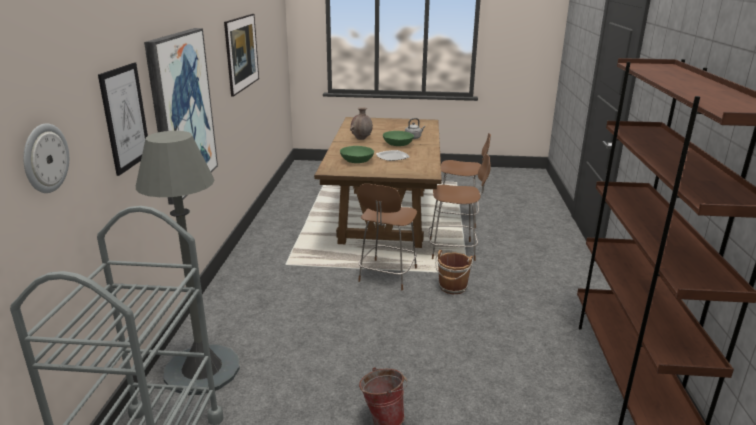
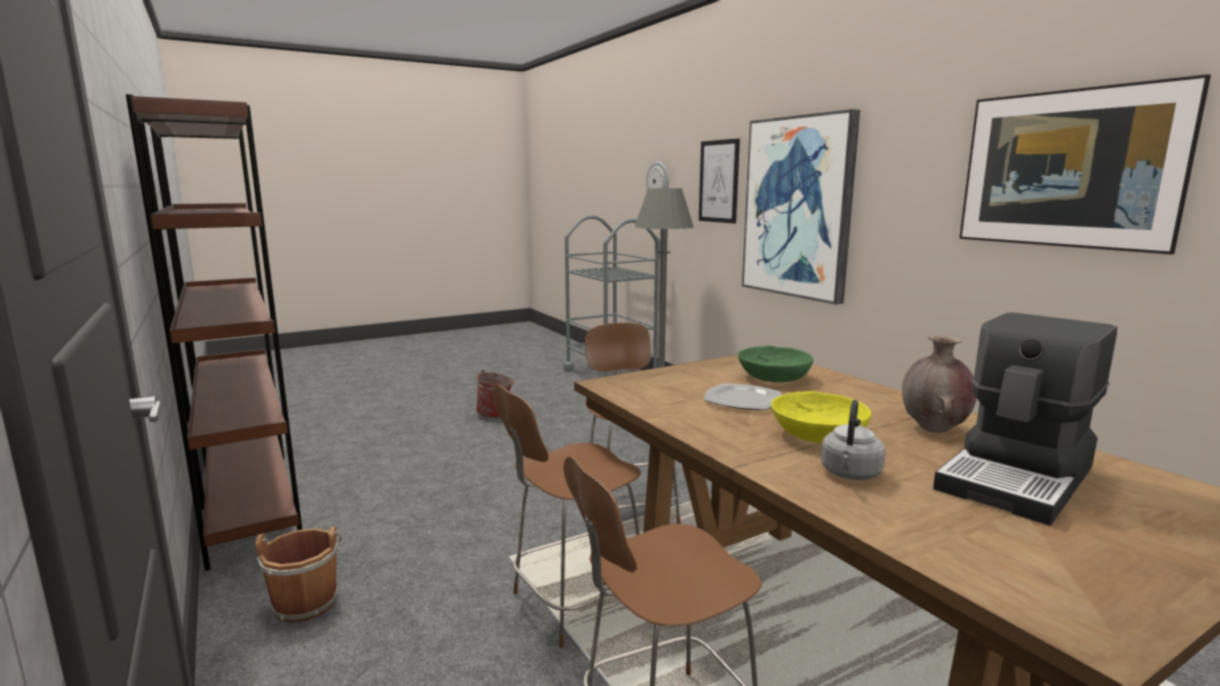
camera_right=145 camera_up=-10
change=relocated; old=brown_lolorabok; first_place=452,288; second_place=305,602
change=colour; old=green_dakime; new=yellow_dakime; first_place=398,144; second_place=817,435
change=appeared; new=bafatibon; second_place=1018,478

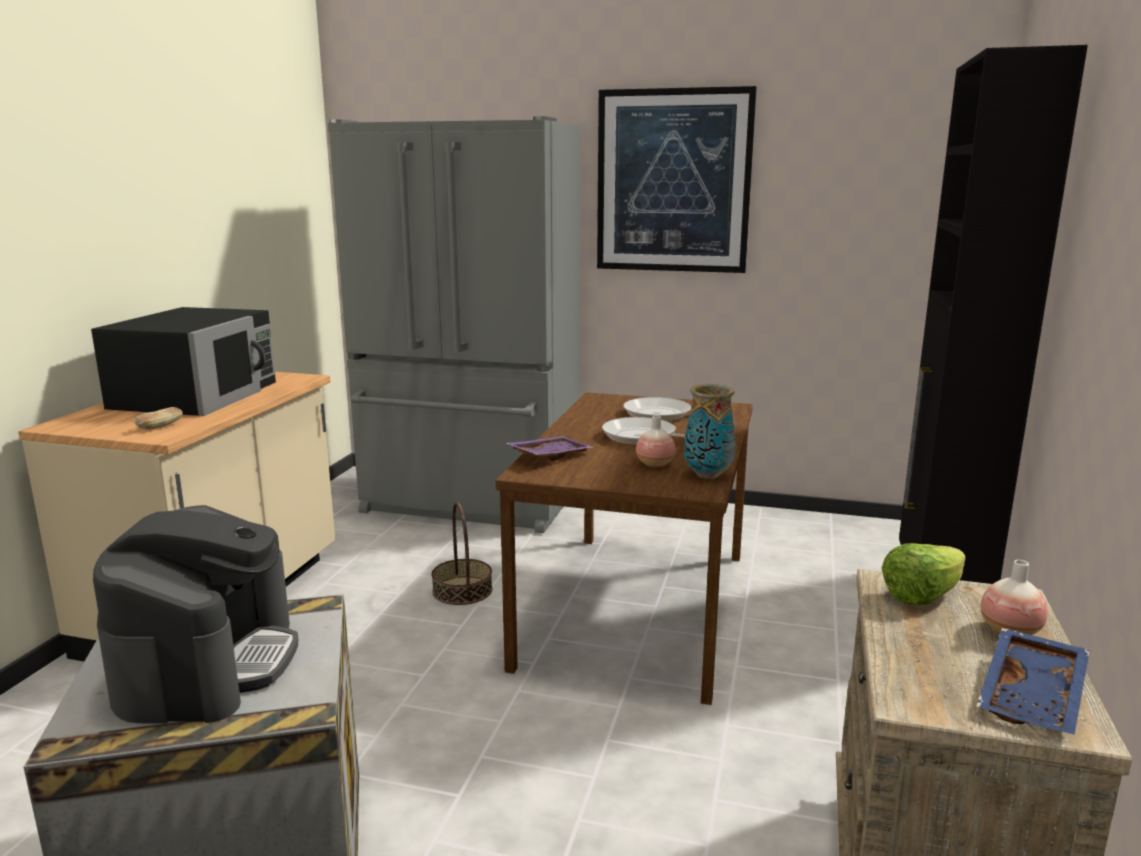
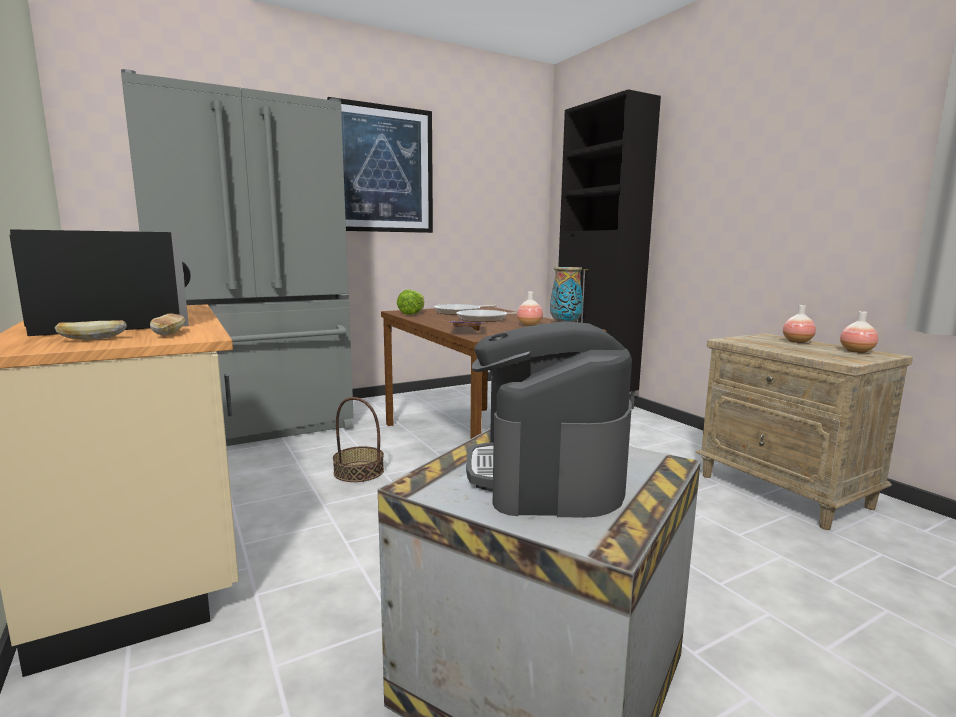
camera_right=-45 camera_up=-5
change=appeared; new=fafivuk; second_place=93,339
change=relocated; old=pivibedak; first_place=922,595; second_place=412,313
change=spun; old=bafatibon; first_place=208,663; second_place=546,473; degrees=-135
change=exchanged; old=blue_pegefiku; new=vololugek; first_place=1035,696; second_place=856,351

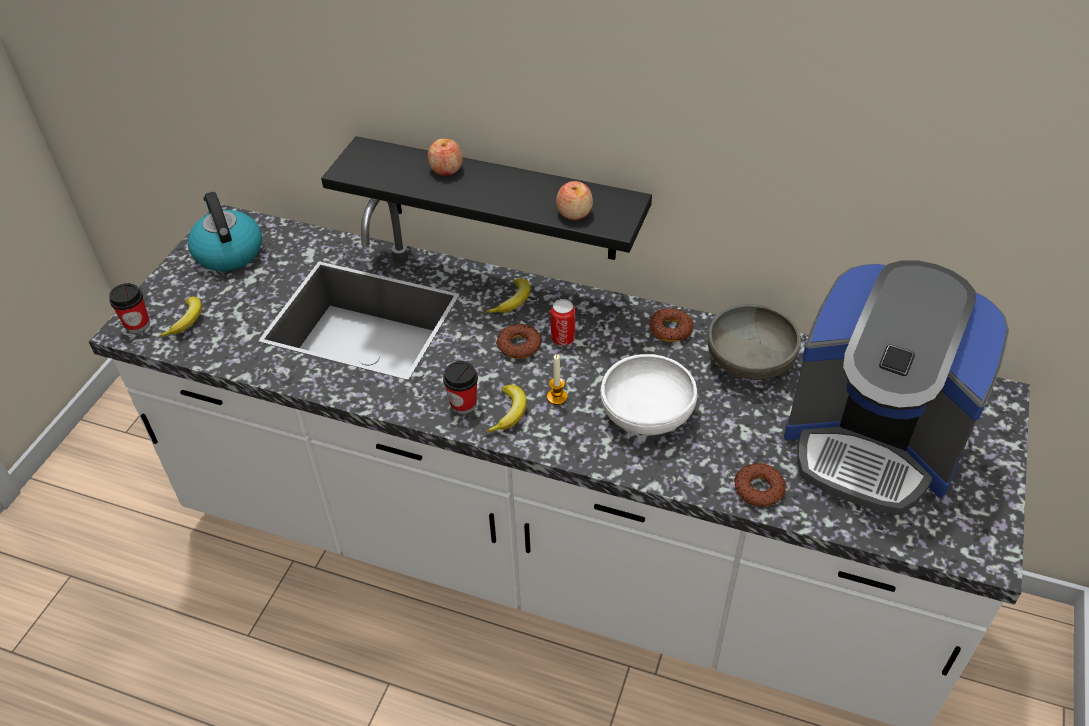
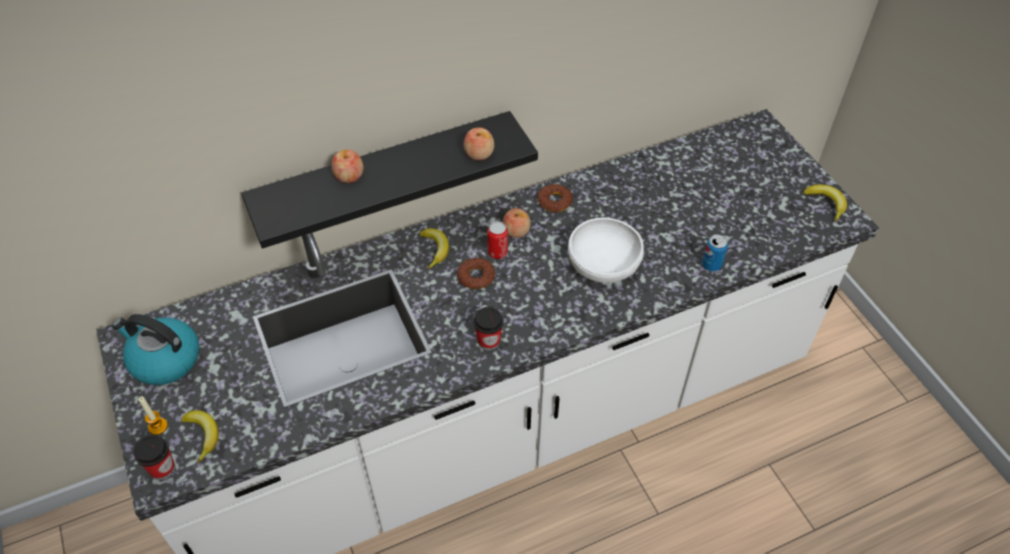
camera_right=-45 camera_up=5
change=relocated; old=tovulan; first_place=557,397; second_place=158,426
change=appeared; new=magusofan; second_place=516,231
change=exchanged; old=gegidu; new=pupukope; first_place=758,489; second_place=711,265
change=relocated; old=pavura; first_place=509,413; second_place=826,203
change=missing; old=grey_dakime; first_place=750,361
change=missing; old=bafatibon; first_place=872,443

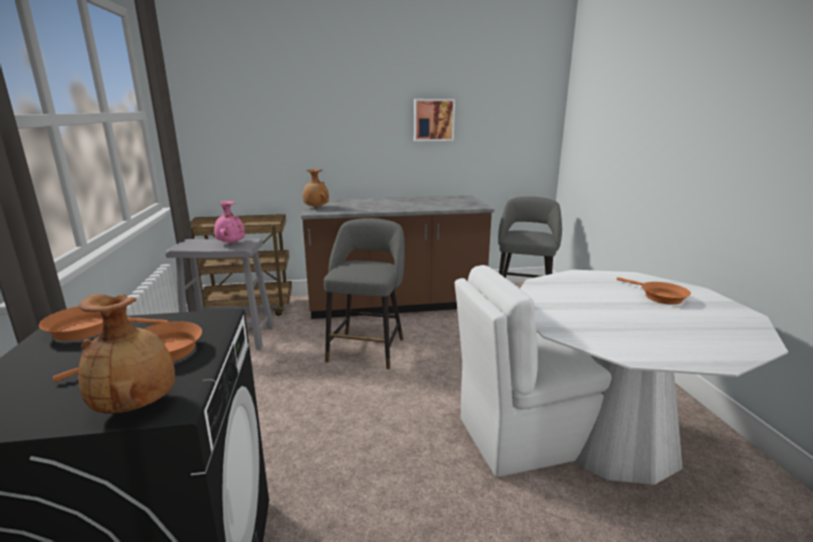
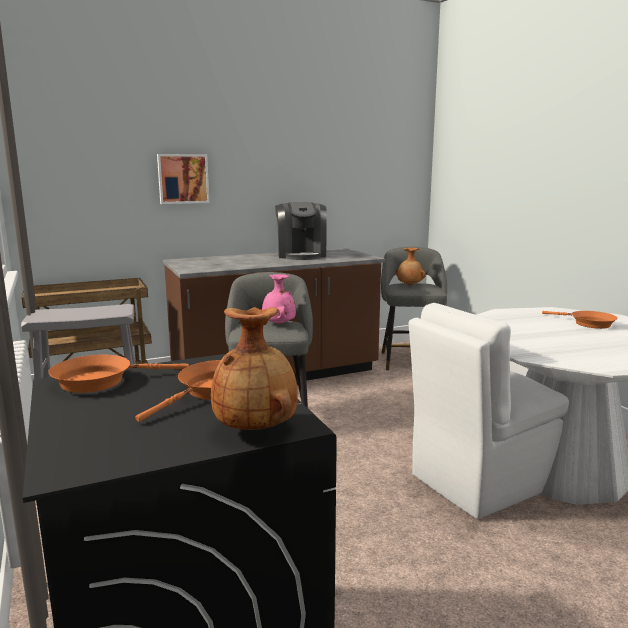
camera_right=-15 camera_up=-5
change=relocated; old=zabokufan; first_place=433,120; second_place=183,178
change=relocated; old=pink_vololugek; first_place=230,243; second_place=278,324
change=appeared; new=bafatibon; second_place=301,255
change=relocated; old=brown_vololugek; first_place=316,207; second_place=409,285

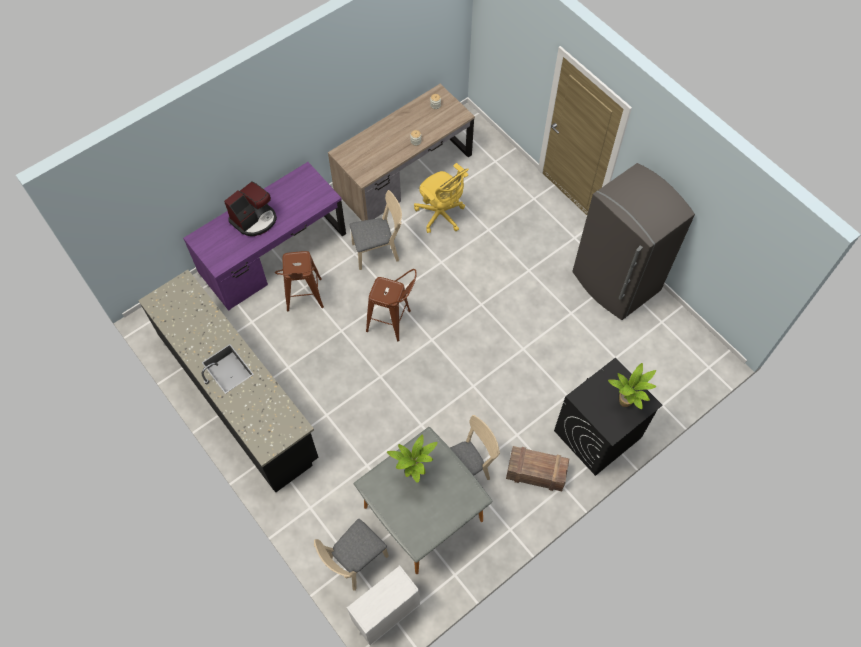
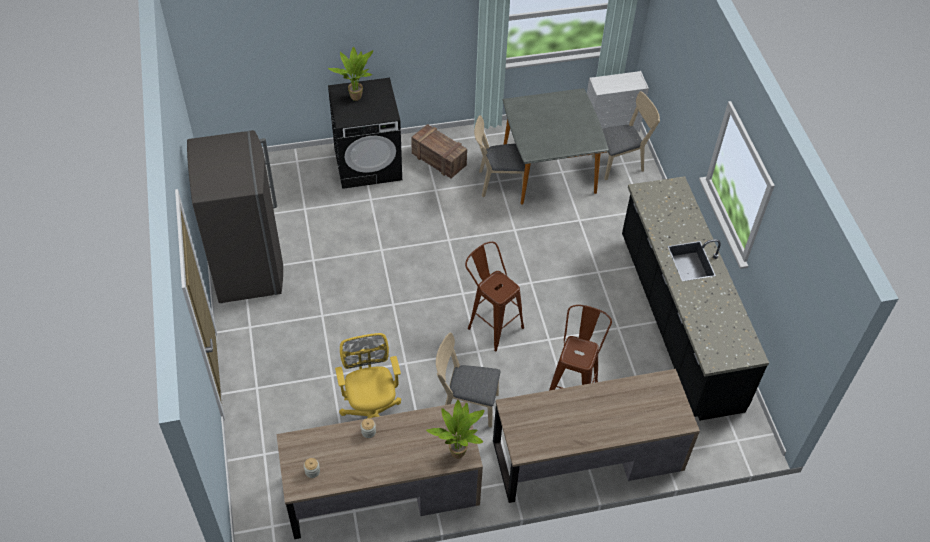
camera_right=-155 camera_up=-10
change=relocated; old=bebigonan; first_place=414,473; second_place=457,451
change=colour; old=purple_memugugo; new=brown_memugugo; first_place=273,253; second_place=587,455
change=missing; old=bafatibon; first_place=254,219

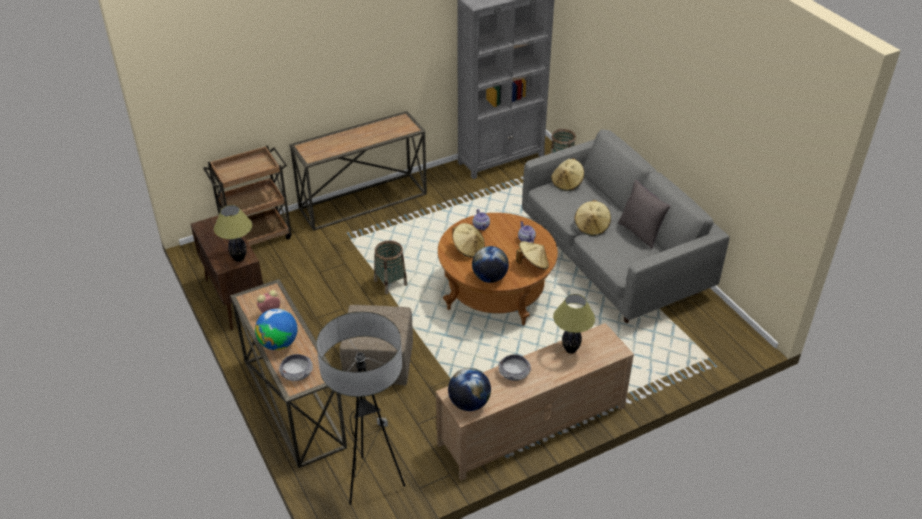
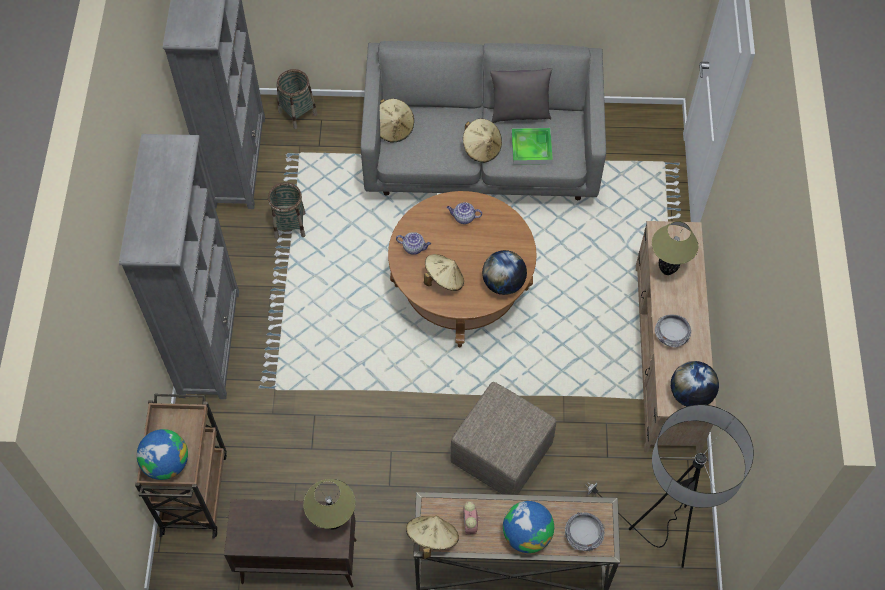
camera_right=-60 camera_up=20
change=exchanged; old=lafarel; new=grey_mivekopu; first_place=363,200; second_place=209,342
change=appeared; new=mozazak; second_place=166,463
change=relocated; old=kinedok; first_place=390,282; second_place=290,225
change=relocated; old=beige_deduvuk; first_place=533,264; second_place=432,538
change=appeared; new=pegefiku; second_place=531,148

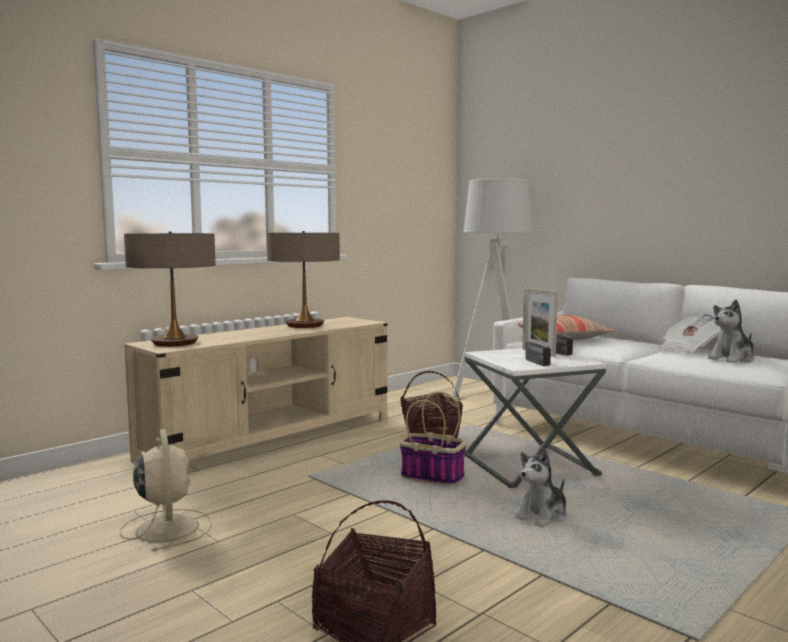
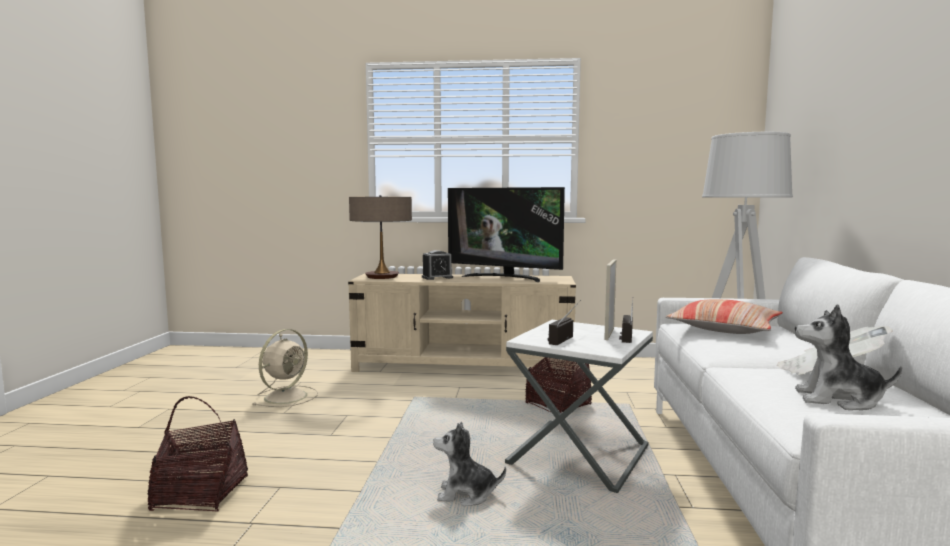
camera_right=50 camera_up=0
change=appeared; new=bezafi; second_place=437,277
change=exchanged; old=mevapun; new=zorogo; first_place=304,325; second_place=505,277
change=missing; old=kinedok; first_place=430,477

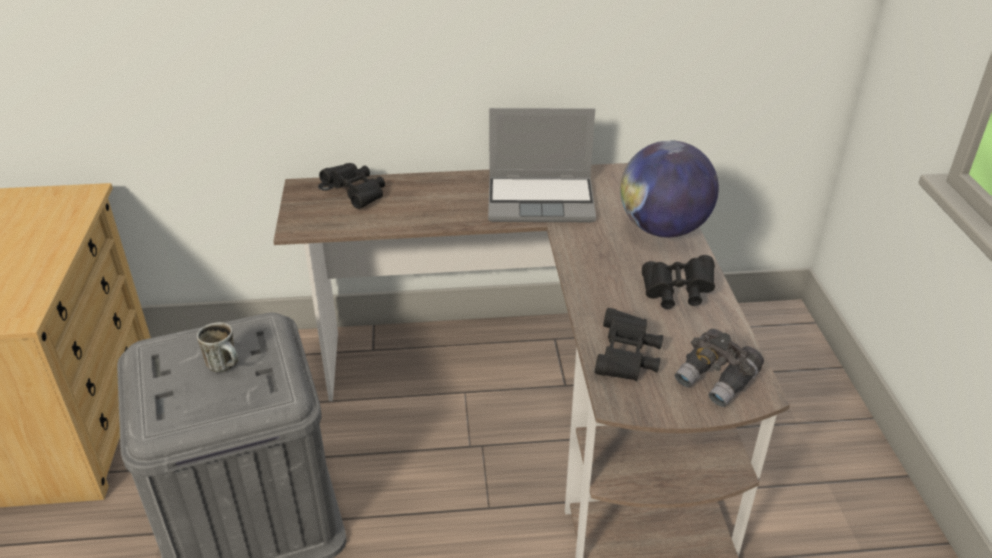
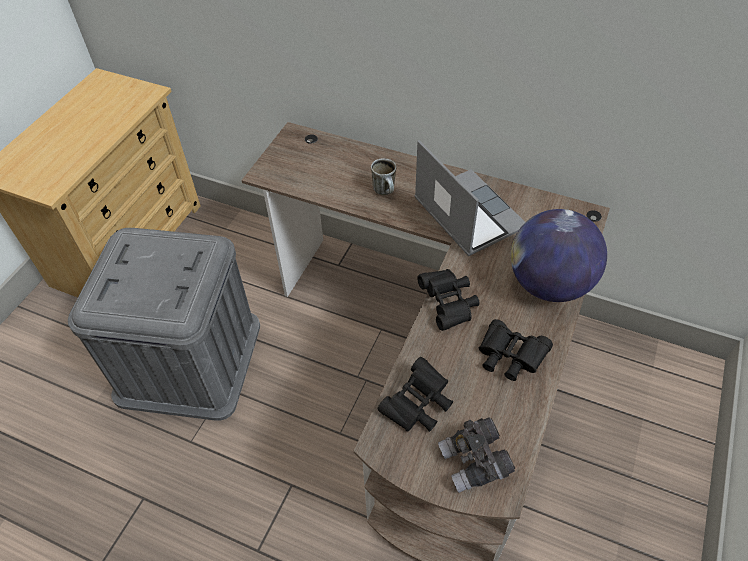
camera_right=30 camera_up=15
change=relocated; old=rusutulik; first_place=226,366; second_place=386,191
change=spun; old=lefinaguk; first_place=542,200; second_place=466,214; degrees=-150
change=relocated; old=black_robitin; first_place=357,194; second_place=448,305

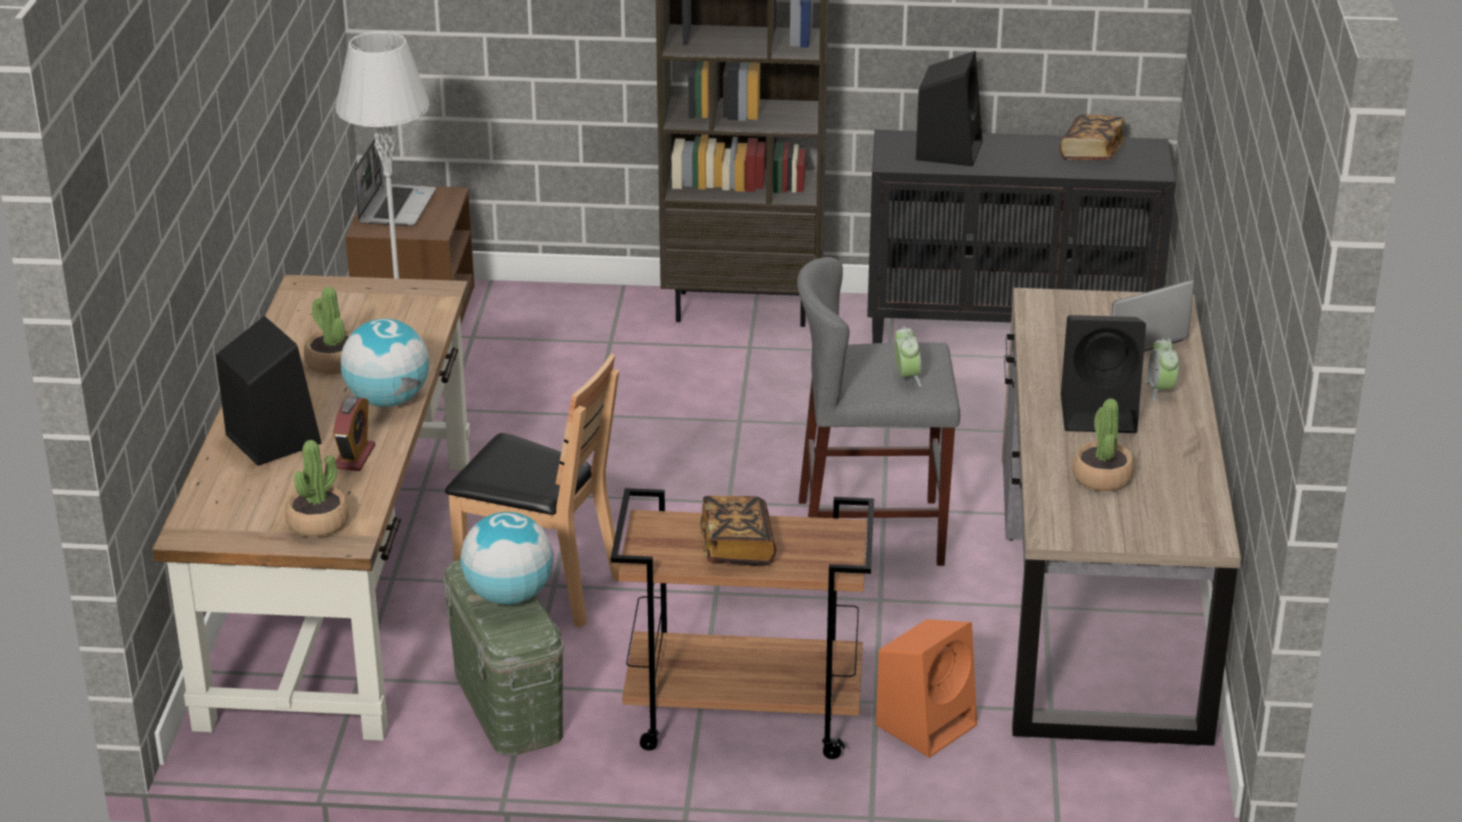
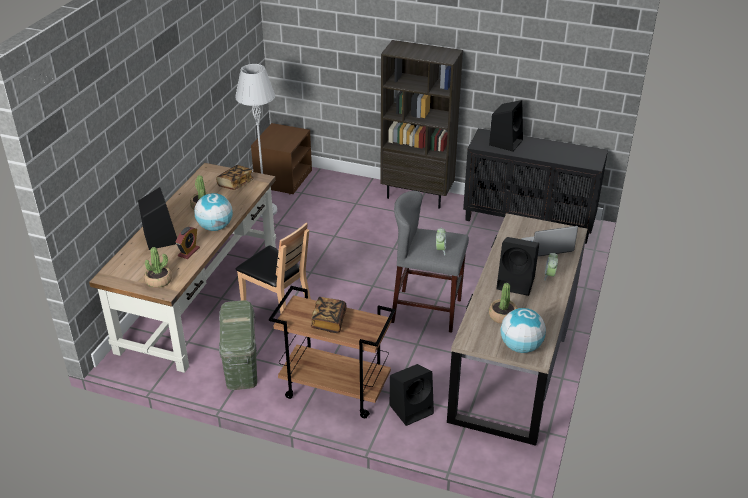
camera_right=15 camera_up=5
change=relocated; old=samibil; first_place=1091,153; second_place=235,184
change=colour; old=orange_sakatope; new=black_sakatope; first_place=927,723; second_place=412,409
change=relocated; old=mozazak; first_place=508,596; second_place=520,347
change=missing; old=lefinaguk; first_place=396,206

